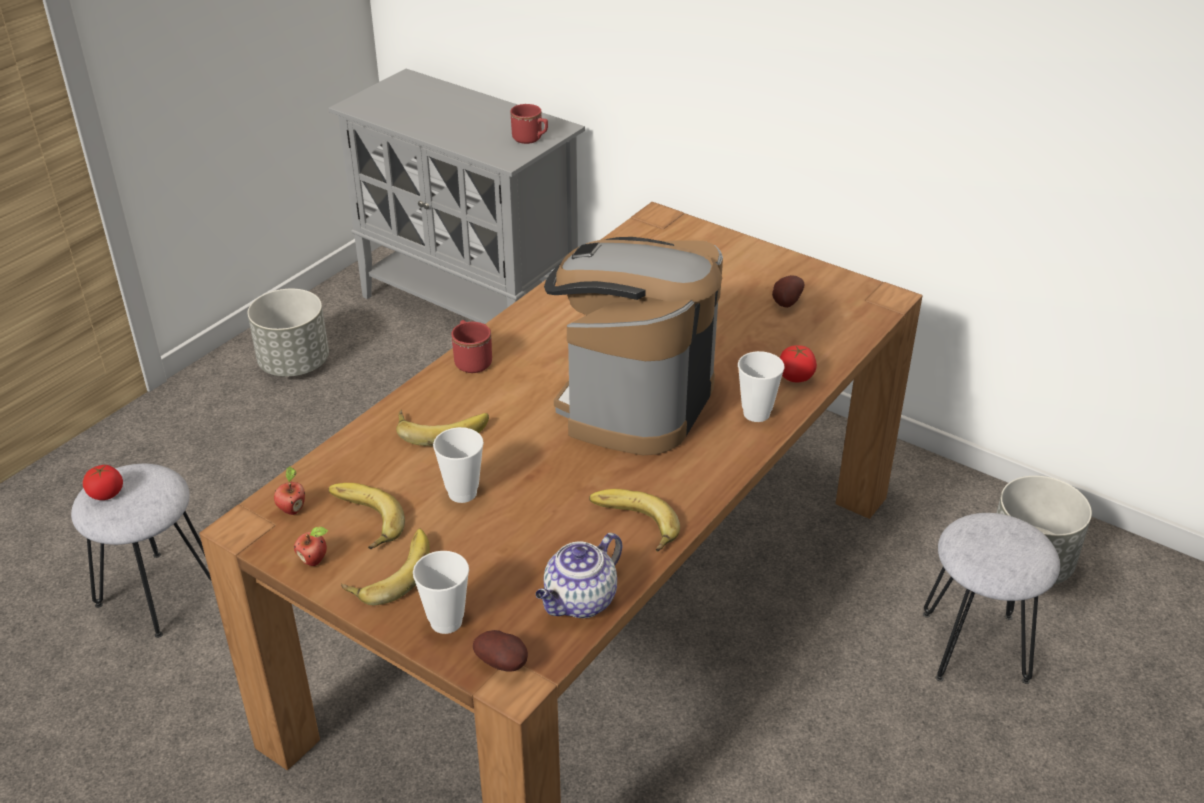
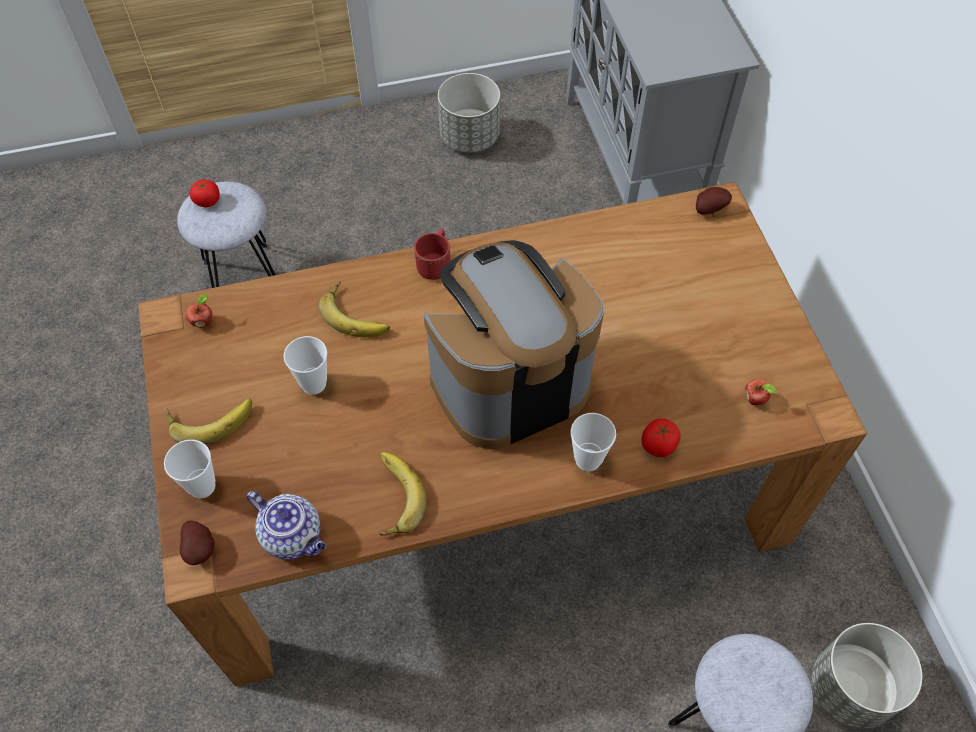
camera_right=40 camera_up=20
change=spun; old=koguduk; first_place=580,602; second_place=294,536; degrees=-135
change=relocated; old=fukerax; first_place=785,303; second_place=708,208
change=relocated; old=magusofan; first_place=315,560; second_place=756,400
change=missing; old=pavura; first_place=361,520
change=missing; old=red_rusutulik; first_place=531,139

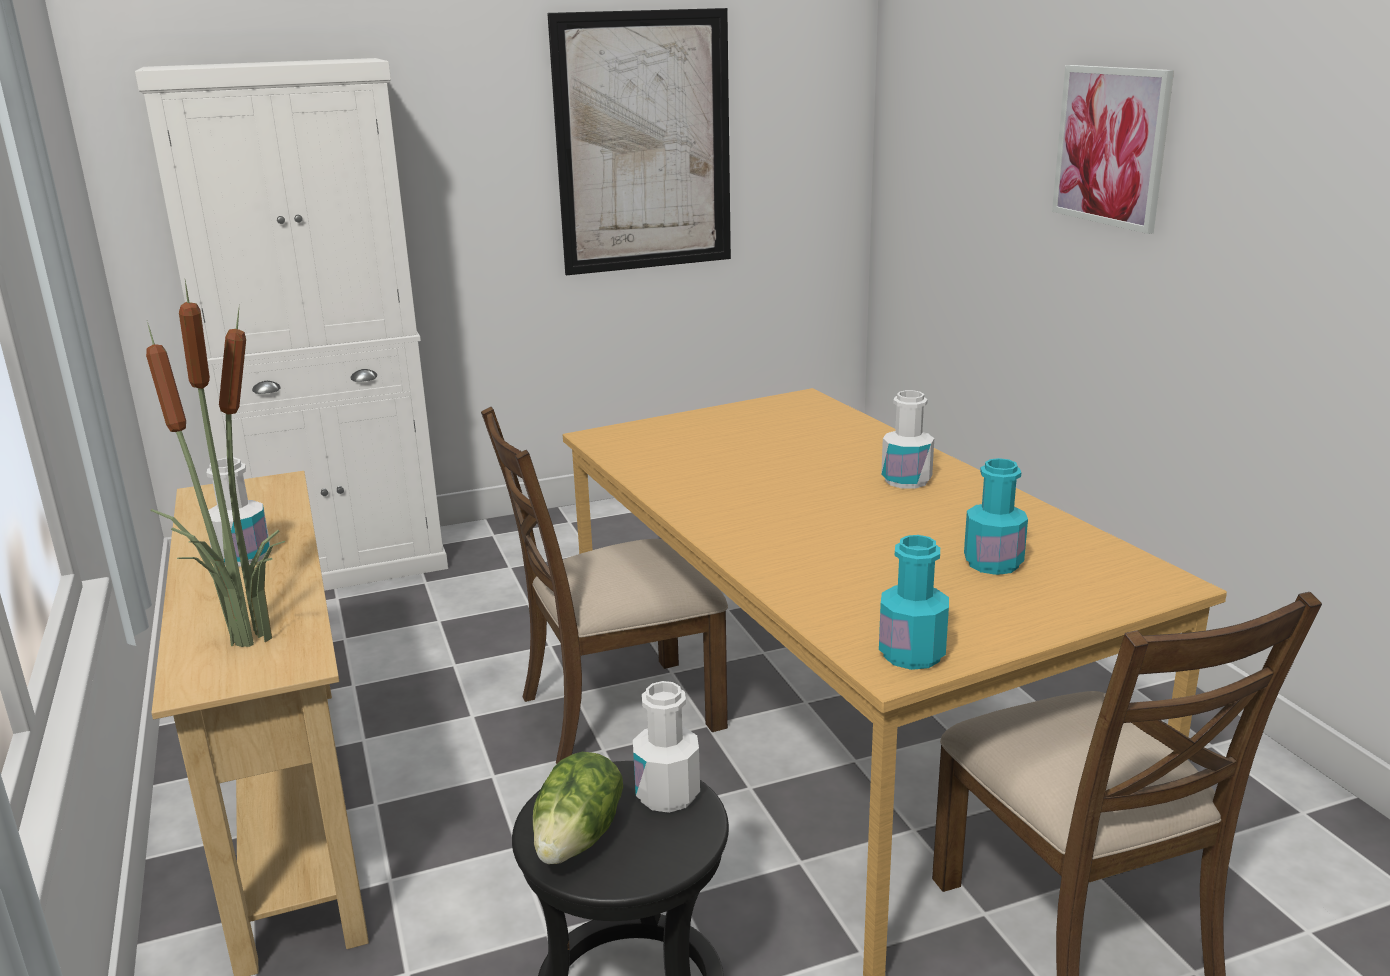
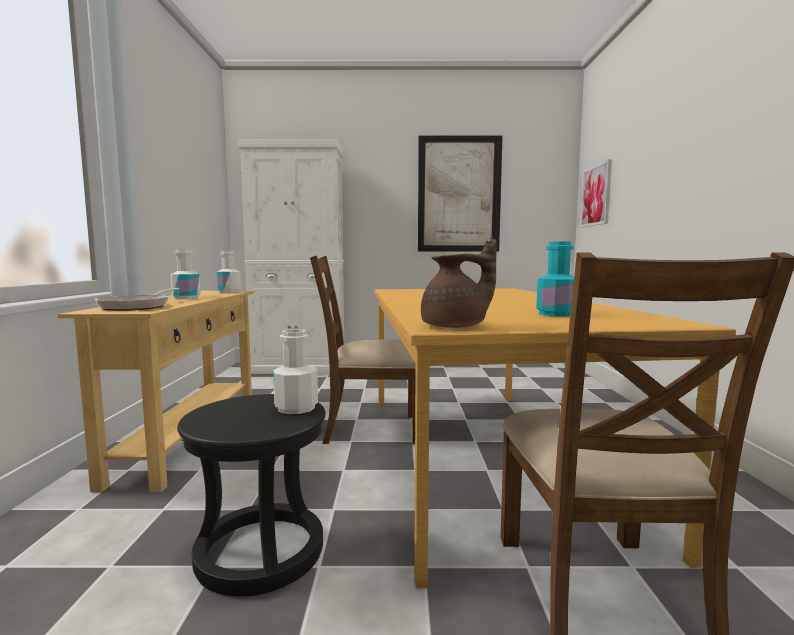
camera_right=20 camera_up=-15
change=exchanged; old=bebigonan; new=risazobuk; first_place=246,640; second_place=137,307
change=relocated; old=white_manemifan; first_place=906,480; second_place=229,291
change=exchanged; old=turquoise_manemifan; new=brown_koguduk; first_place=911,654; second_place=457,326
change=relocated; old=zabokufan; first_place=1111,146; second_place=596,195
change=missing; old=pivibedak; first_place=580,838

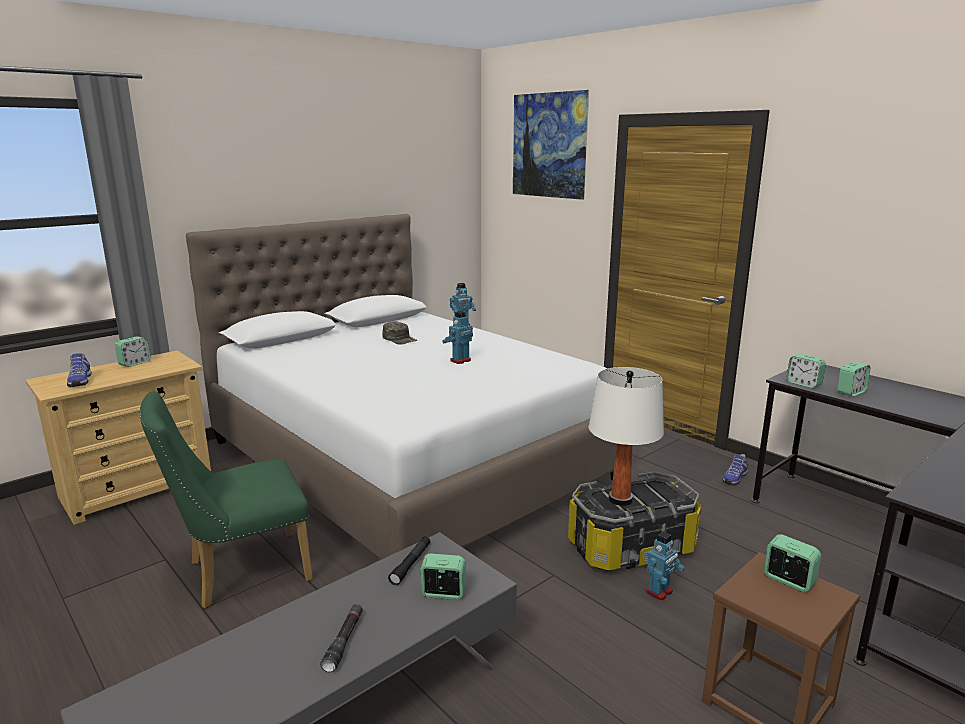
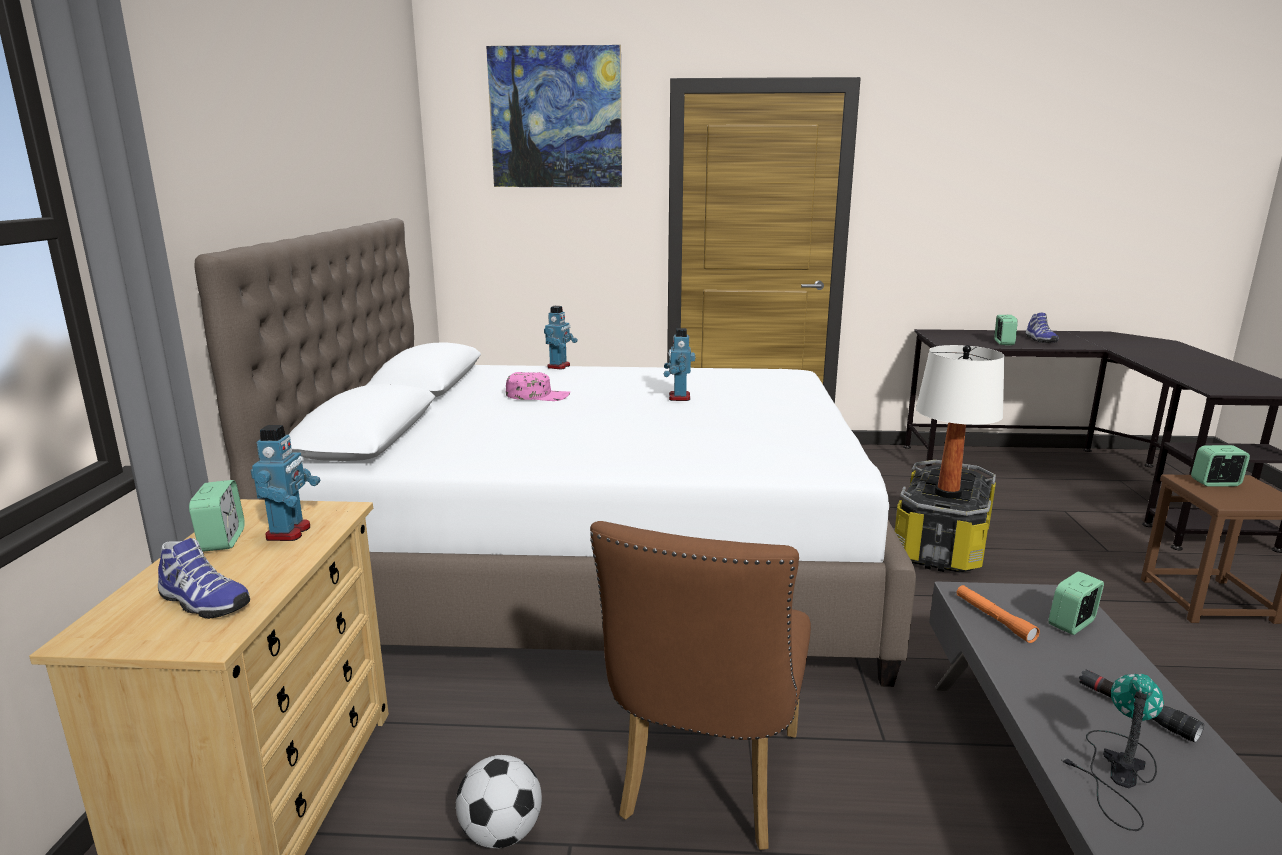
camera_right=-45 camera_up=0
change=relocated; old=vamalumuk; first_place=660,592; second_place=289,532
change=appeared; new=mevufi; second_place=501,834
change=colour; old=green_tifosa; new=pink_tifosa; first_place=399,339; second_place=538,395
change=colour; old=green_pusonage; new=brown_pusonage; first_place=240,572; second_place=704,784
change=colour; old=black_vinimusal; new=orange_vinimusal; first_place=411,564; second_place=994,619
change=relocated; old=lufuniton; first_place=734,478; second_place=1039,340
change=appeared; new=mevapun; second_place=1115,772
change=missing; old=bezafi; first_place=803,384

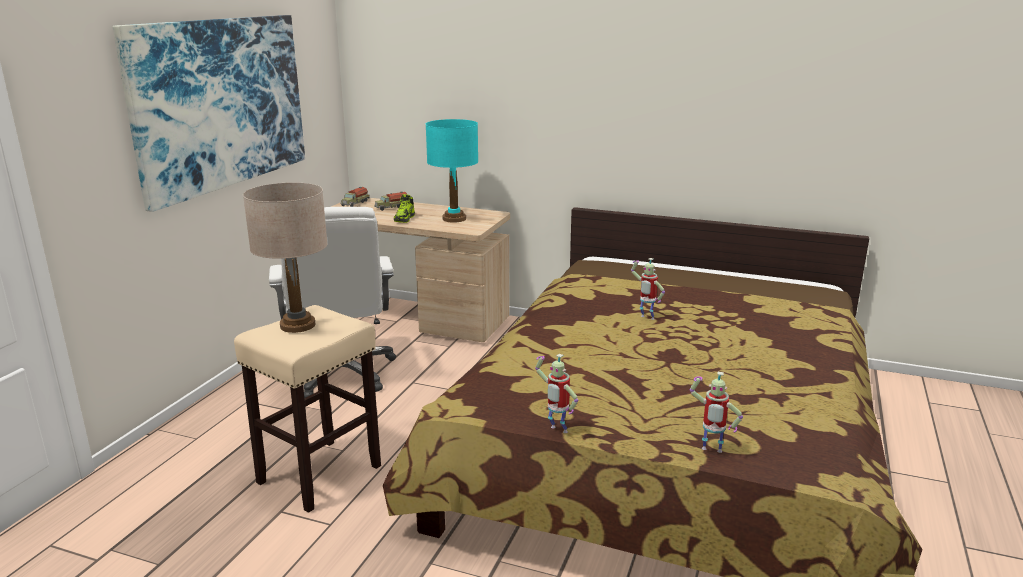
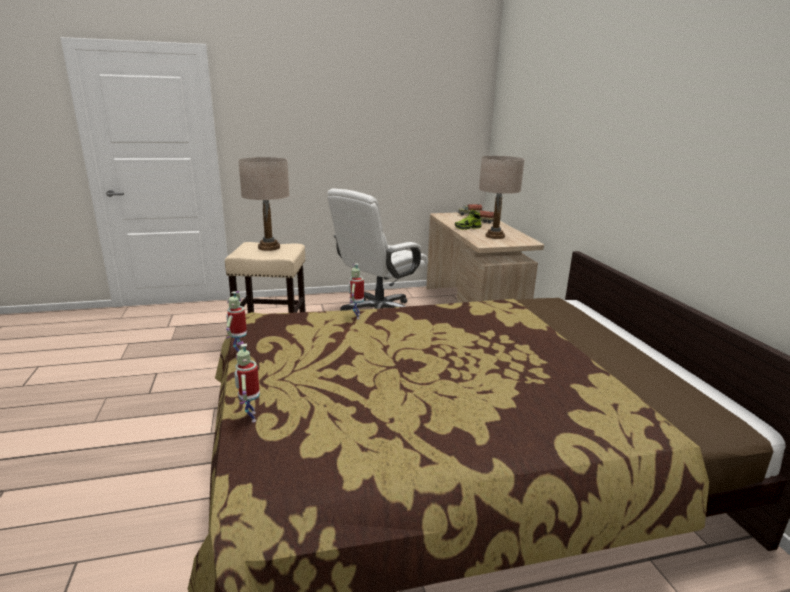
camera_right=55 camera_up=0
change=relocated; old=vamalumuk; first_place=646,318; second_place=356,316
change=colour; old=turquoise_mevapun; new=beige_mevapun; first_place=454,219; second_place=495,236
change=missing; old=zabokufan; first_place=221,103

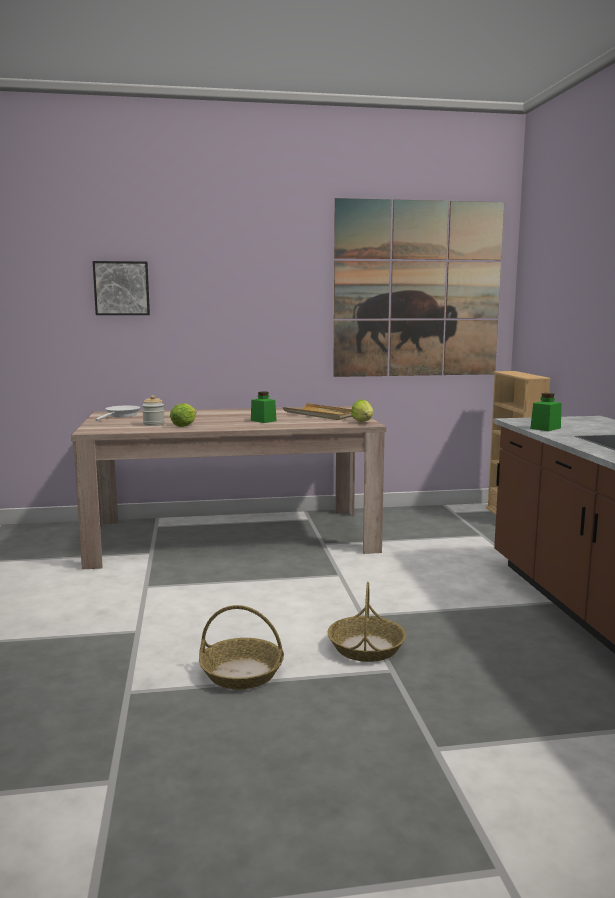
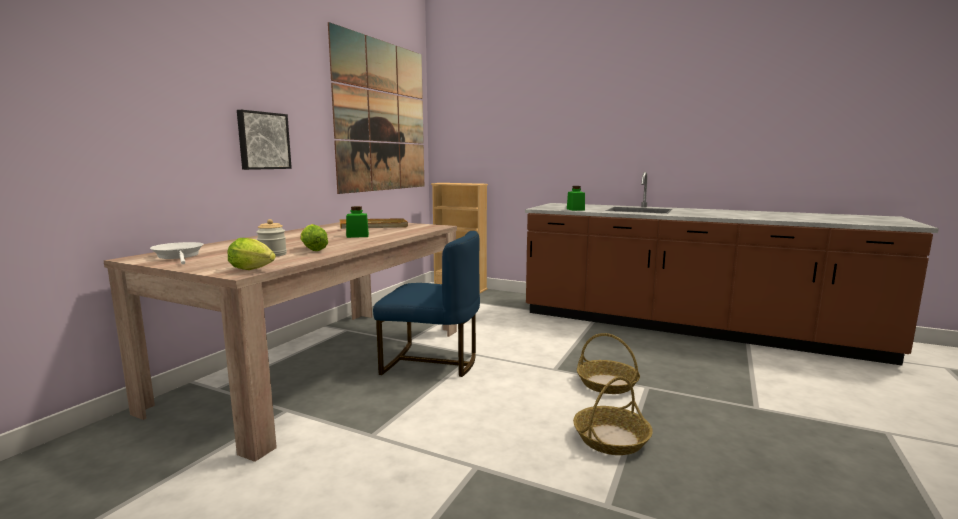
camera_right=-55 camera_up=0
change=relocated; old=pivibedak; first_place=363,422; second_place=254,270
change=relocated; old=zabokufan; first_place=122,288; second_place=263,141
change=appeared; new=blue_pusonage; second_place=431,362

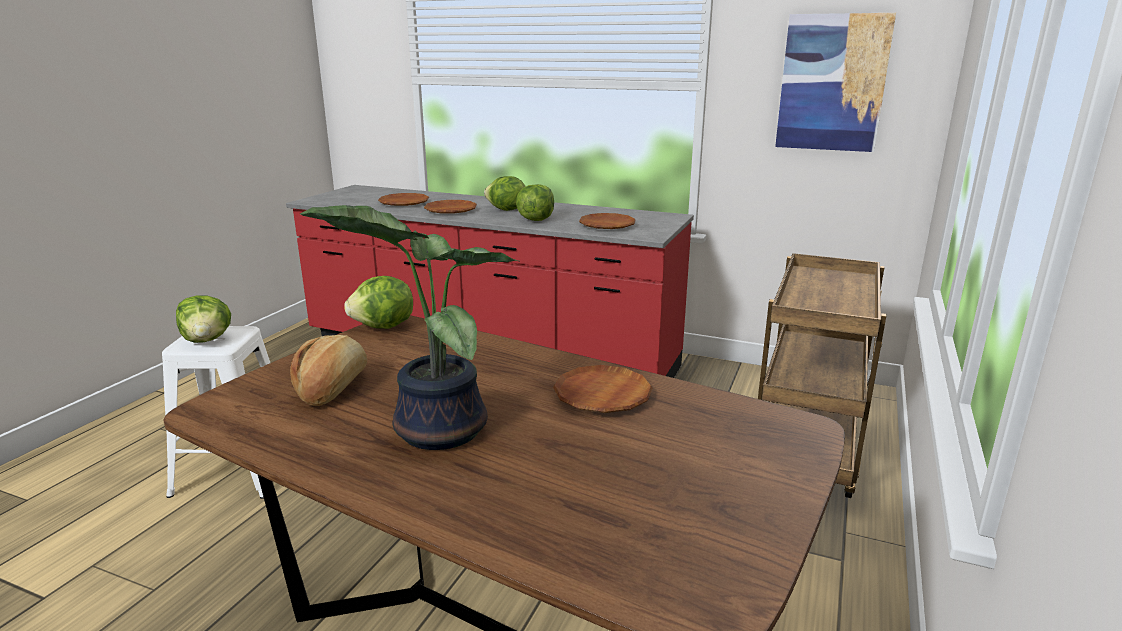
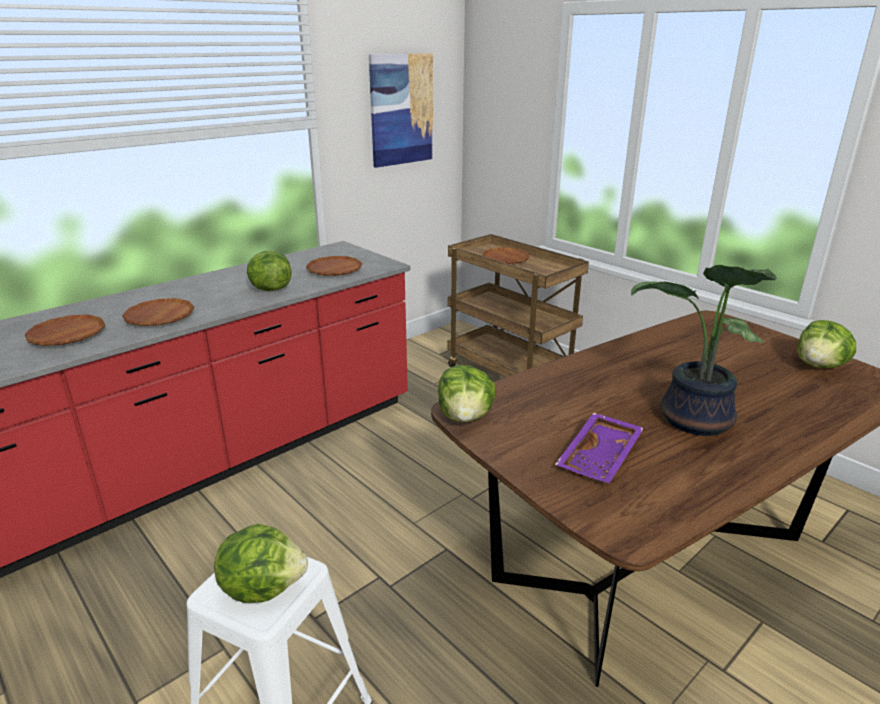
camera_right=-65 camera_up=5
change=relocated; old=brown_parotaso; first_place=602,395; second_place=505,259
change=exchanged; old=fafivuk; new=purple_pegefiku; first_place=332,387; second_place=601,458
change=relocated; old=pivibedak; first_place=506,210; second_place=819,366

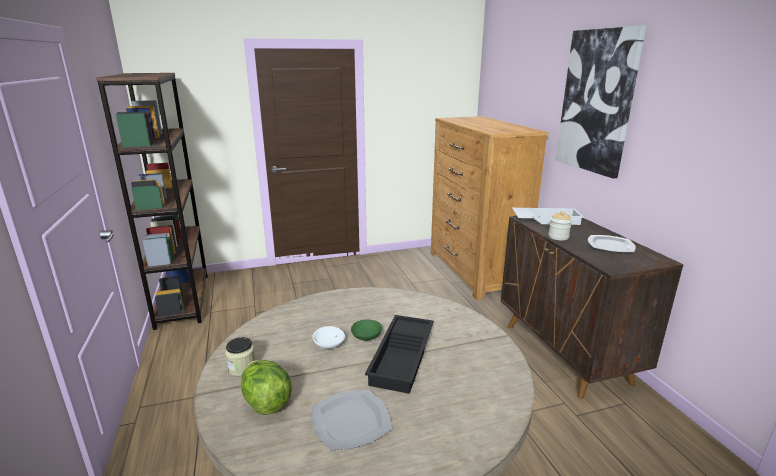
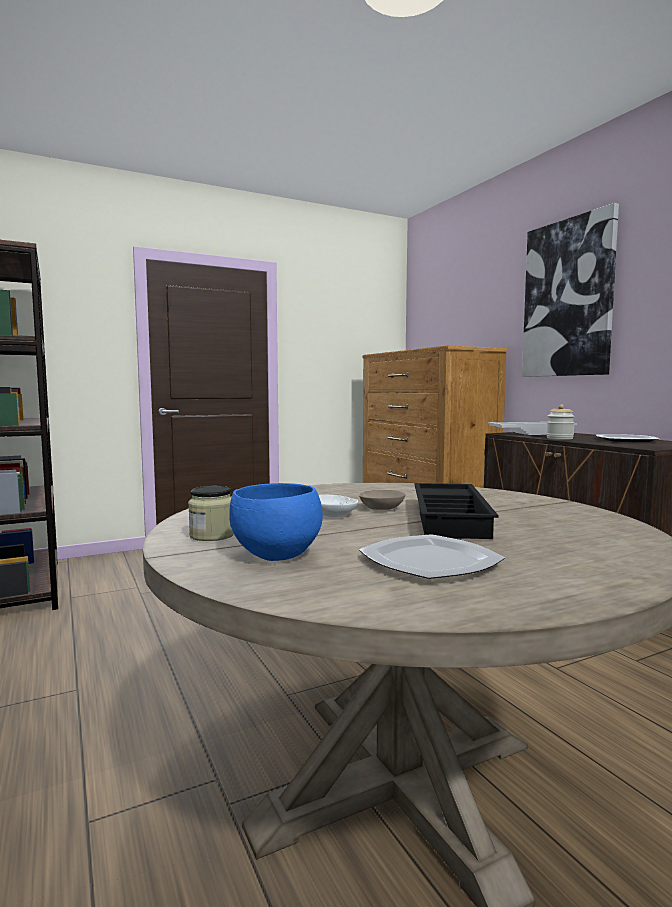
camera_right=-10 camera_up=-15
change=exchanged; old=pivibedak; new=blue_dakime; first_place=266,402; second_place=276,556
change=colour; old=green_dakime; new=beige_dakime; first_place=367,336; second_place=383,508

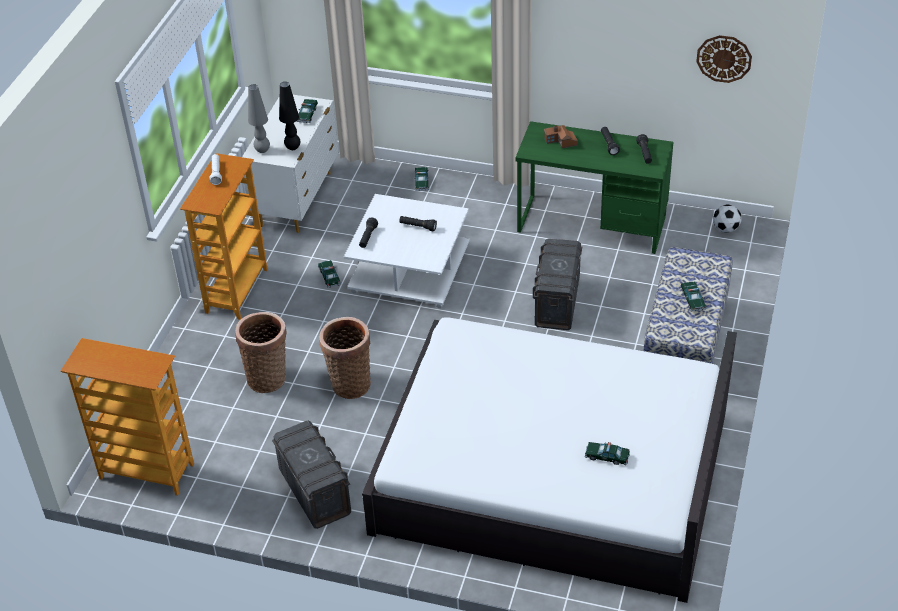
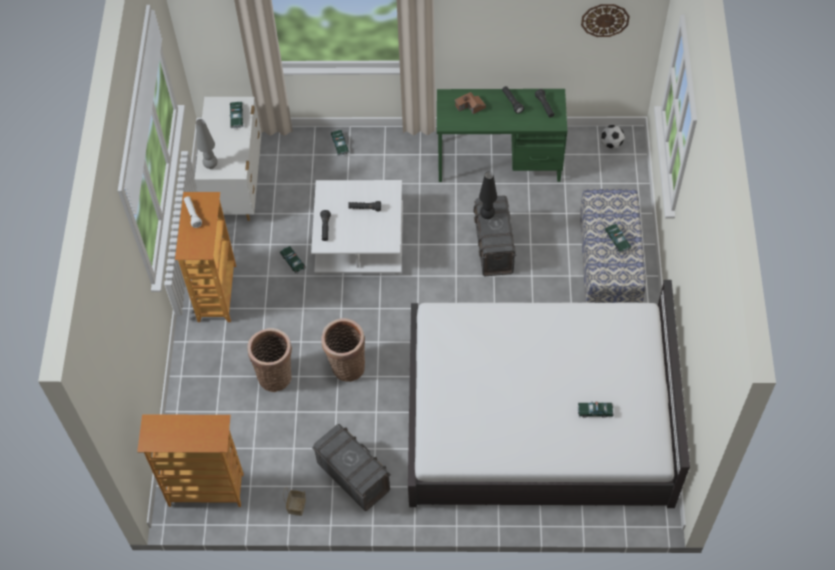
camera_right=-15 camera_up=15
change=appeared; new=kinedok; second_place=297,506
change=relocated; old=black_mevapun; first_place=293,148; second_place=487,216

